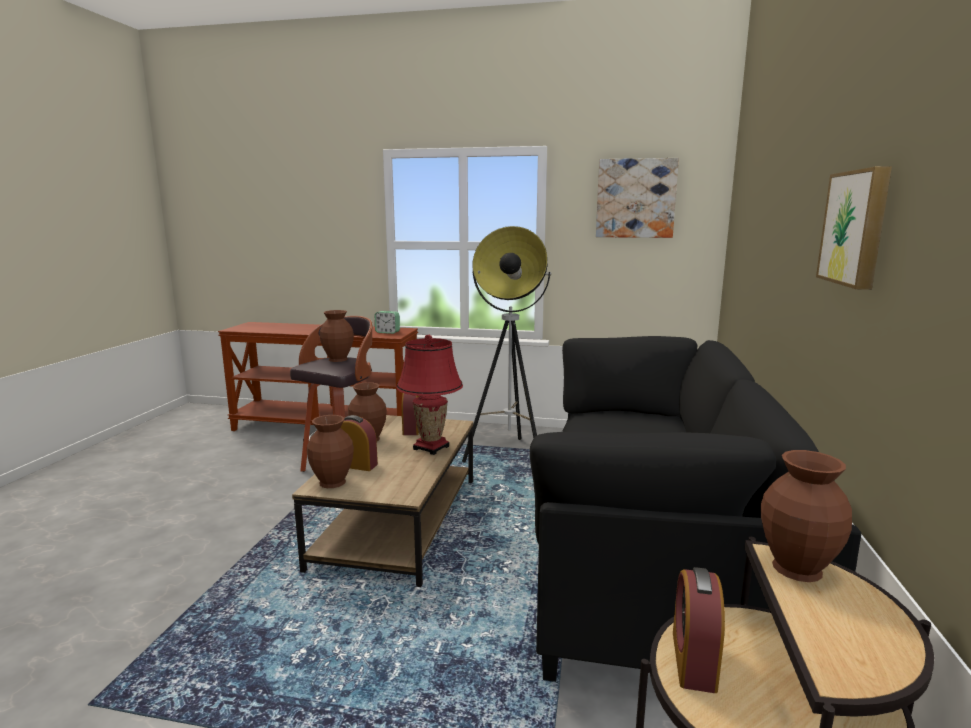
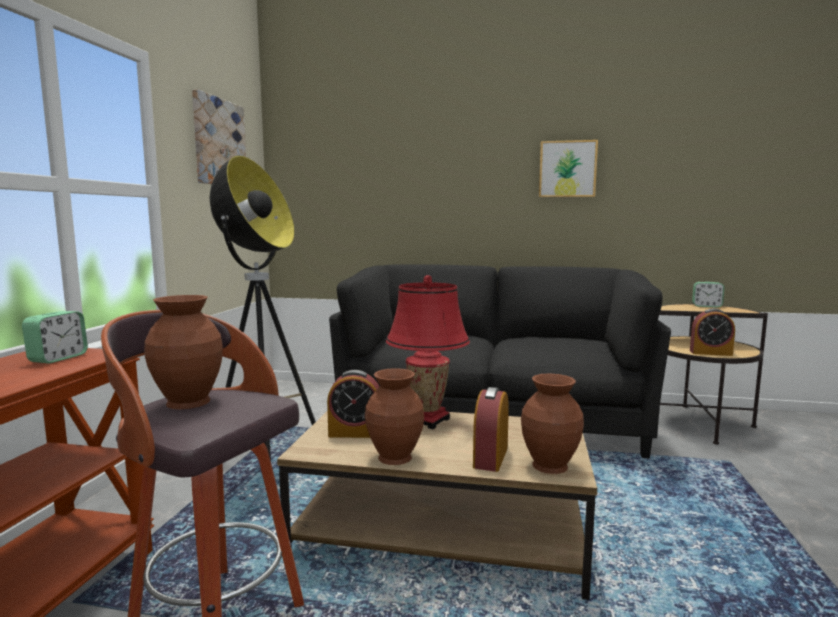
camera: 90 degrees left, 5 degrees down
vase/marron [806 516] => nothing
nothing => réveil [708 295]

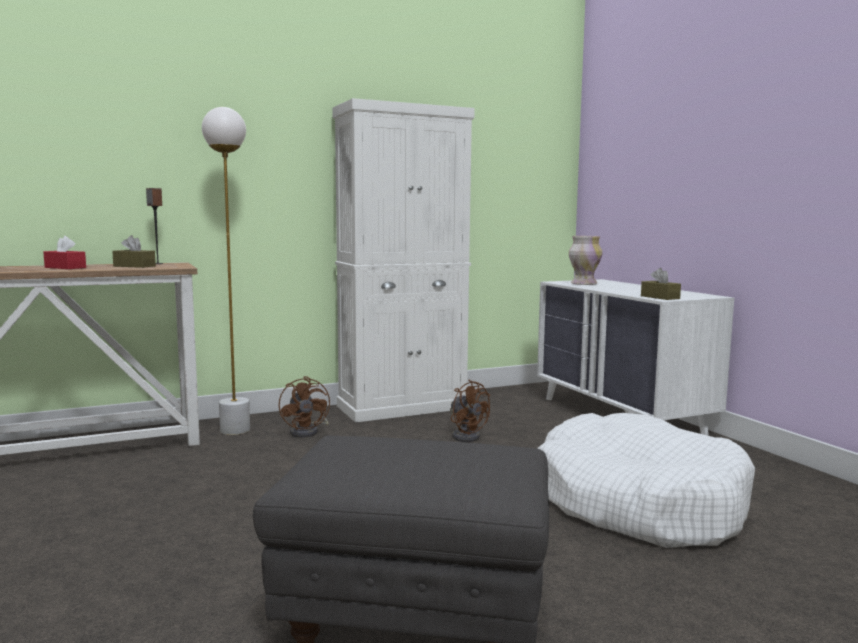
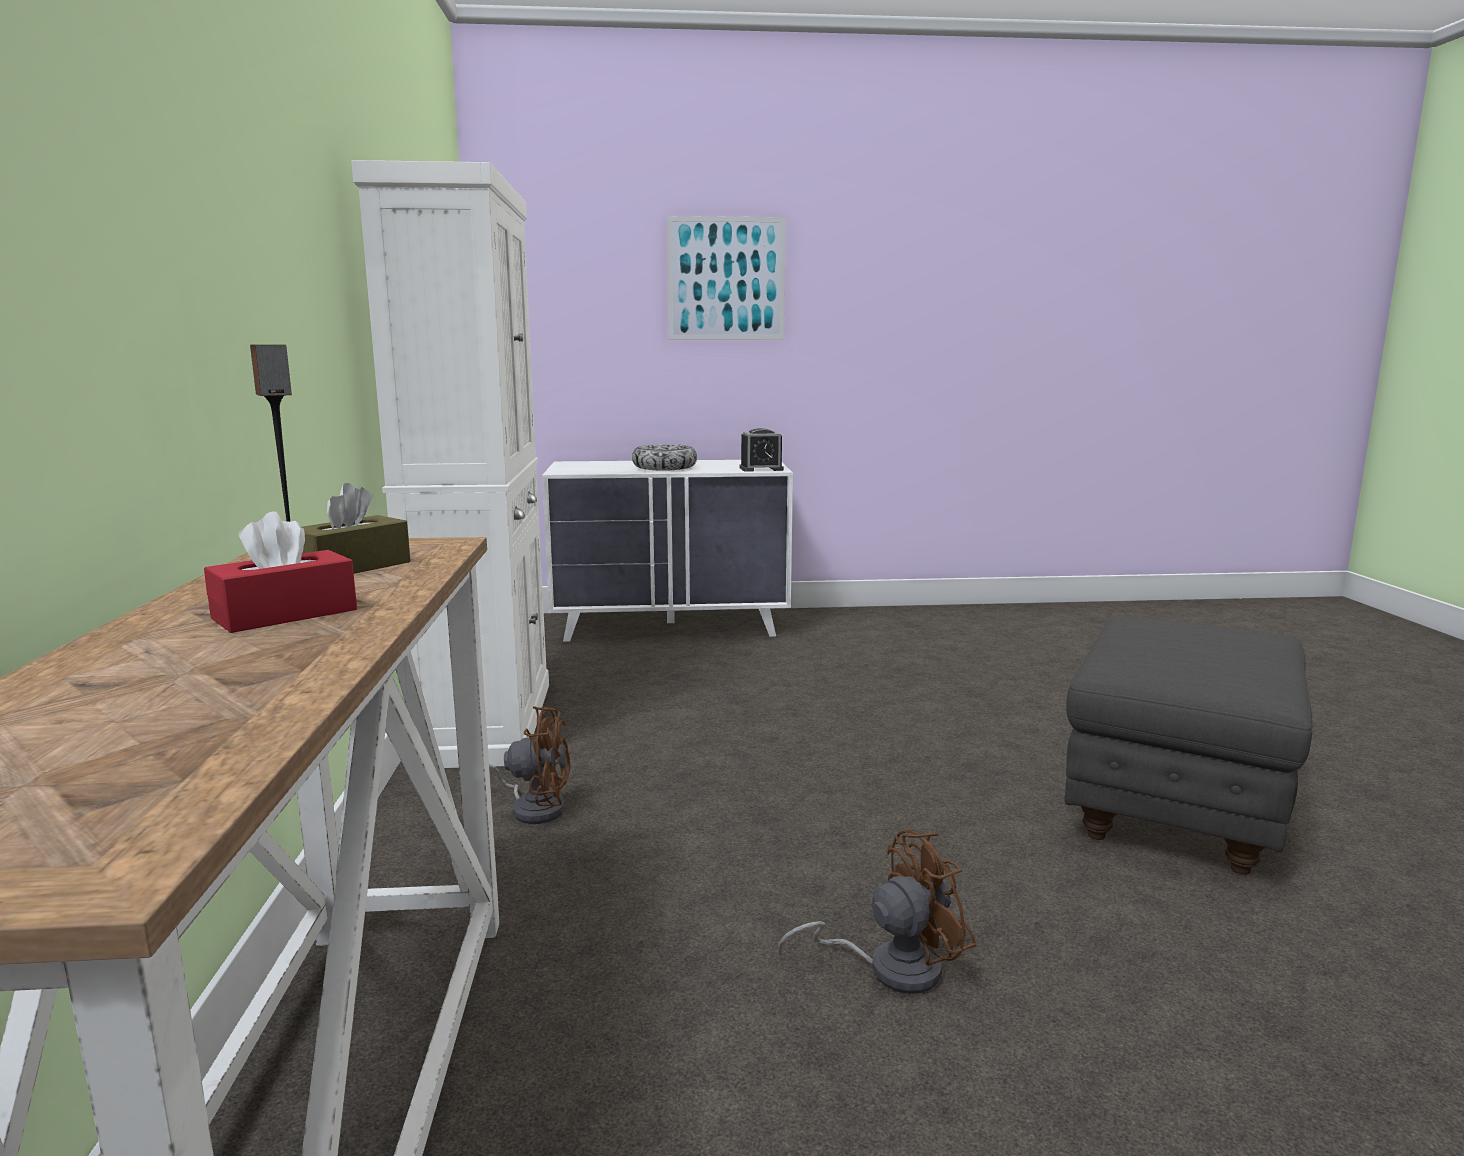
camera: 70 degrees left, 5 degrees up
lampadaire/blanc [226 271] => nothing
ventilateur/marron [470 411] => ventilateur/marron [877 912], move
panier pour chien/blanc [646 480] => nothing
vase [585 260] => nothing
boîte à mouchoirs/marron [661 284] => réveil [762 450]
nothing => bol [664 457]
nothing => tableau [726 277]

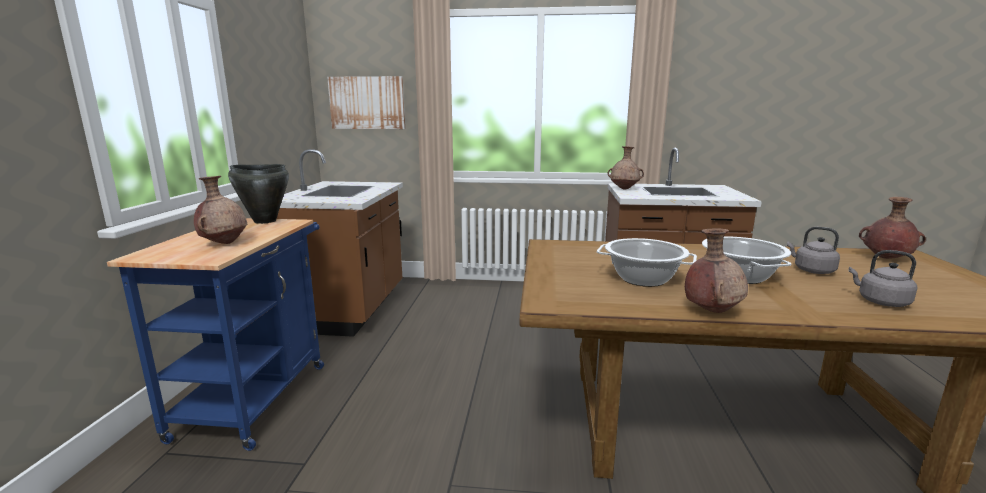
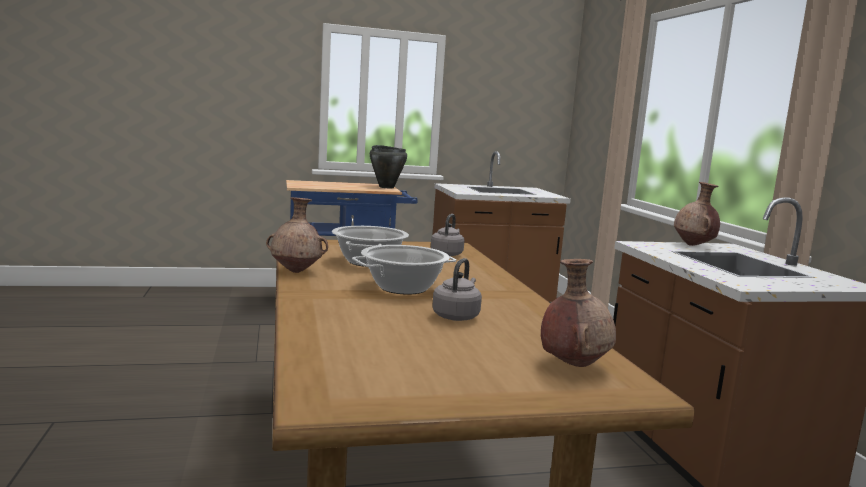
camera: 70 degrees right, 5 degrees down
vase/marron [220 210] => nothing
tableau [366 102] => nothing
bouilloire/gris [882 278] => bouilloire/gris [447 235], move

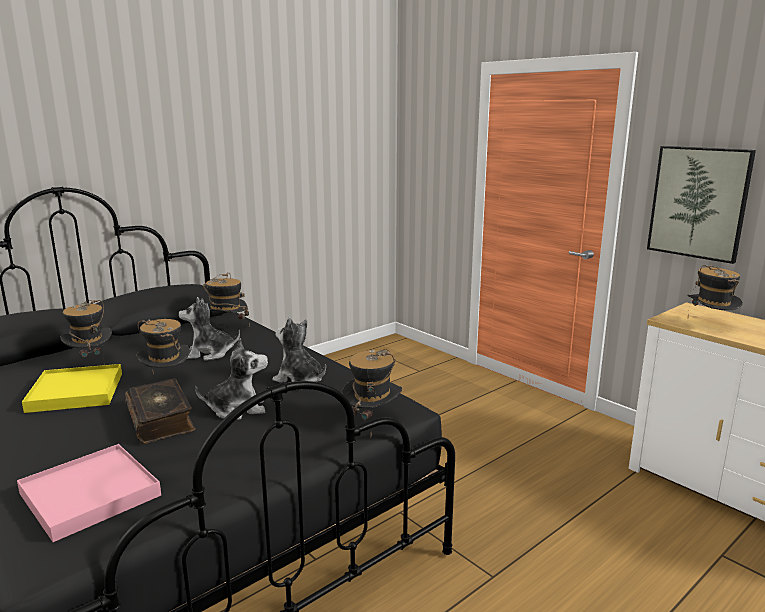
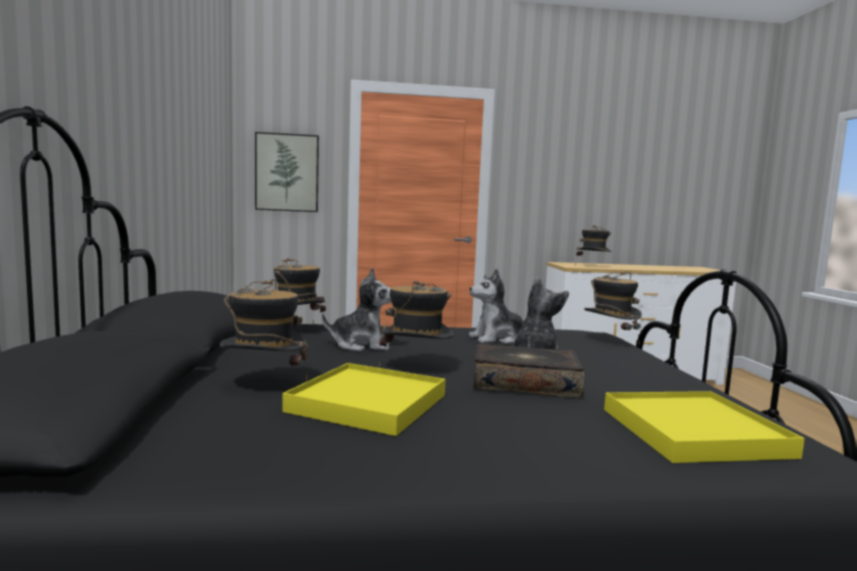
camera: 55 degrees left, 10 degrees down
plateau/rose [89 493] => plateau/jaune [704 427]
peluche [209 329] => peluche [356 309], 120 degrees counterclockwise
tableau [701 205] => tableau [287 172], move

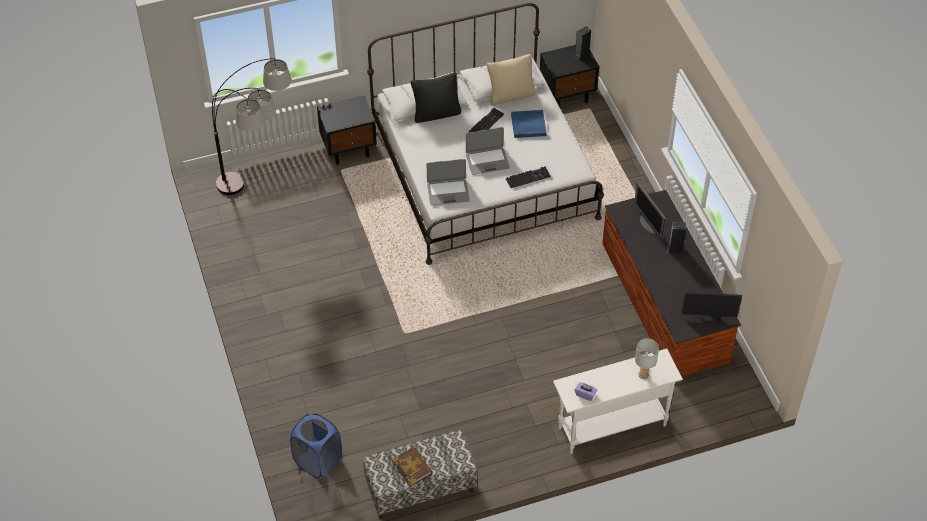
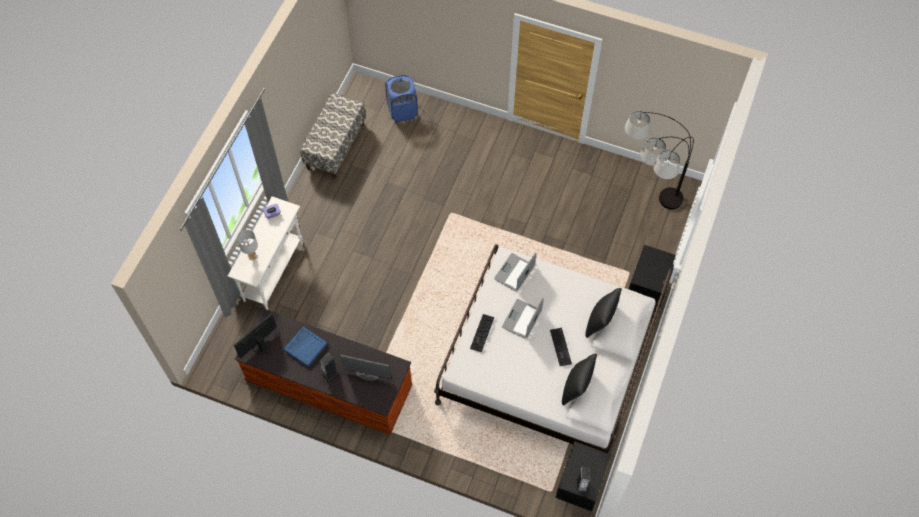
camera: 130 degrees right, 10 degrees up
livre [412 467] => nothing
coussin/beige [511 79] => coussin/noir [579 379]
plateau/bleu [528 124] => plateau/bleu [305 347], move

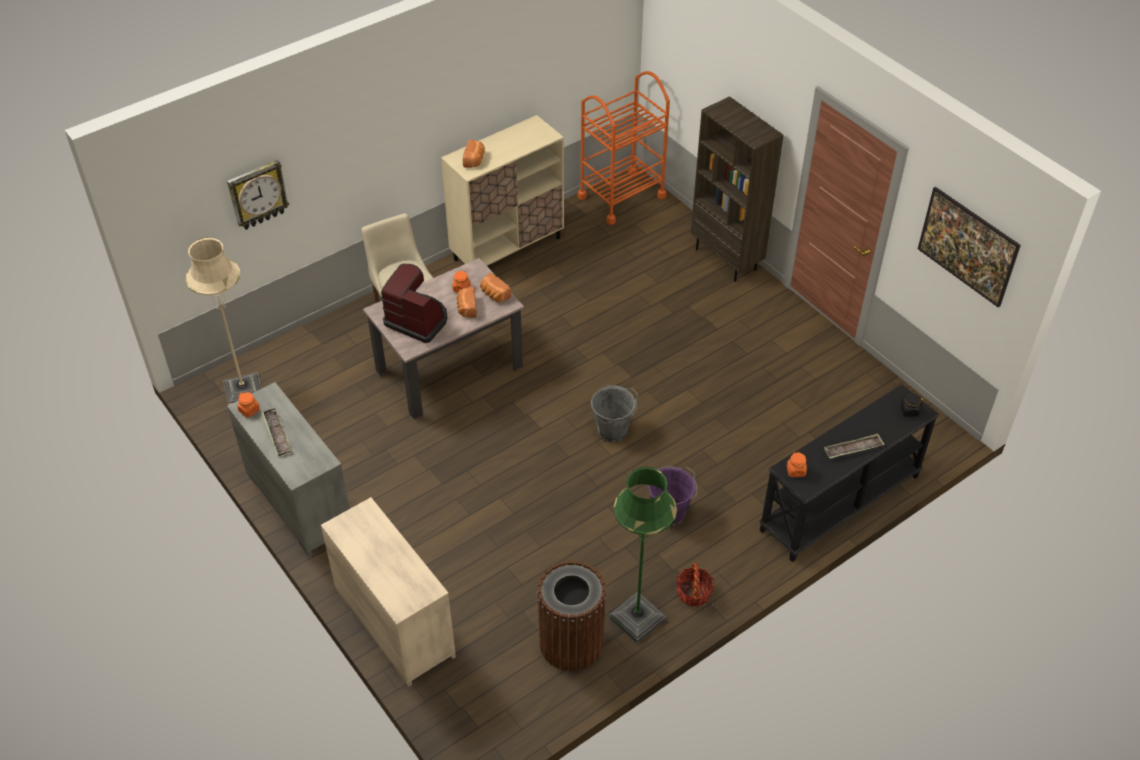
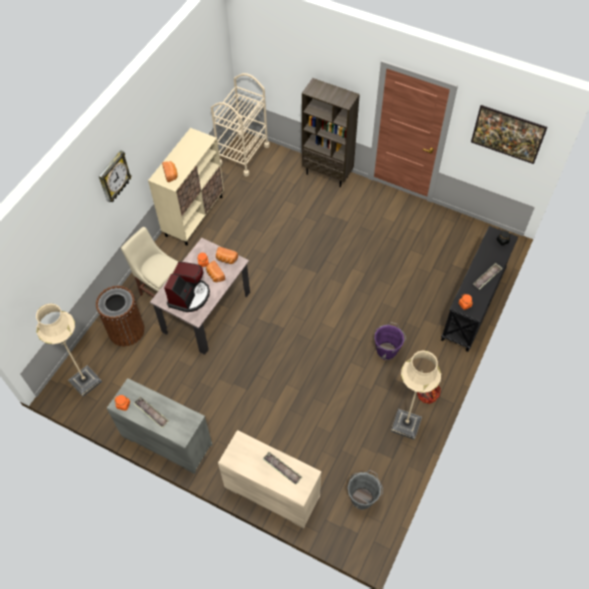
camera: 25 degrees left, 10 degrees up
horloge murale [258 194] => horloge murale [115 176], move
machine à café [414 303] => machine à café [187 287], 105 degrees clockwise
poubelle/marron [571 616] => poubelle/marron [120 316], move
chariot/orange [624 148] => chariot/beige [240 124]
seau/gris [614 413] => seau/gris [365 490], move
lampadaire/vert [643 555] => lampadaire/beige [416 395]
nothing => plateau [282 468]

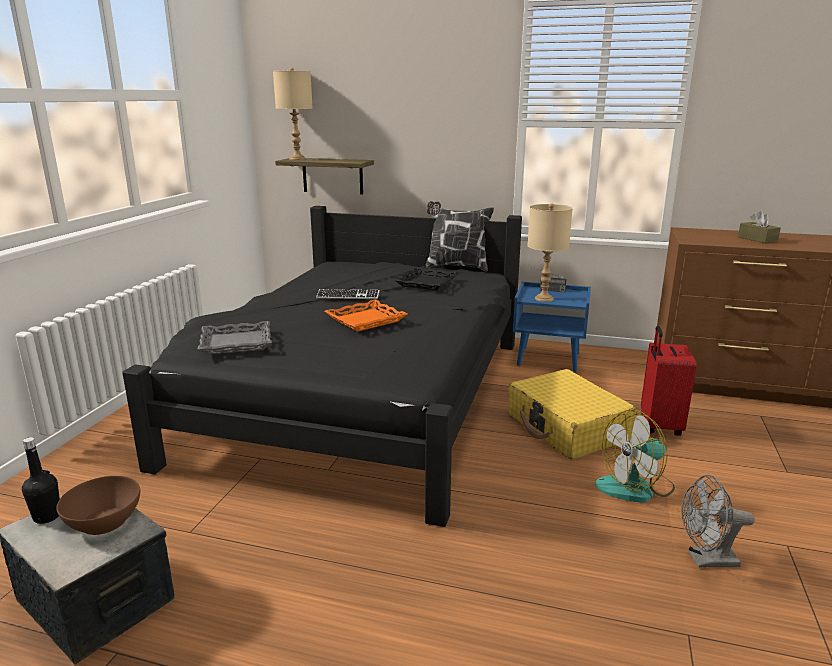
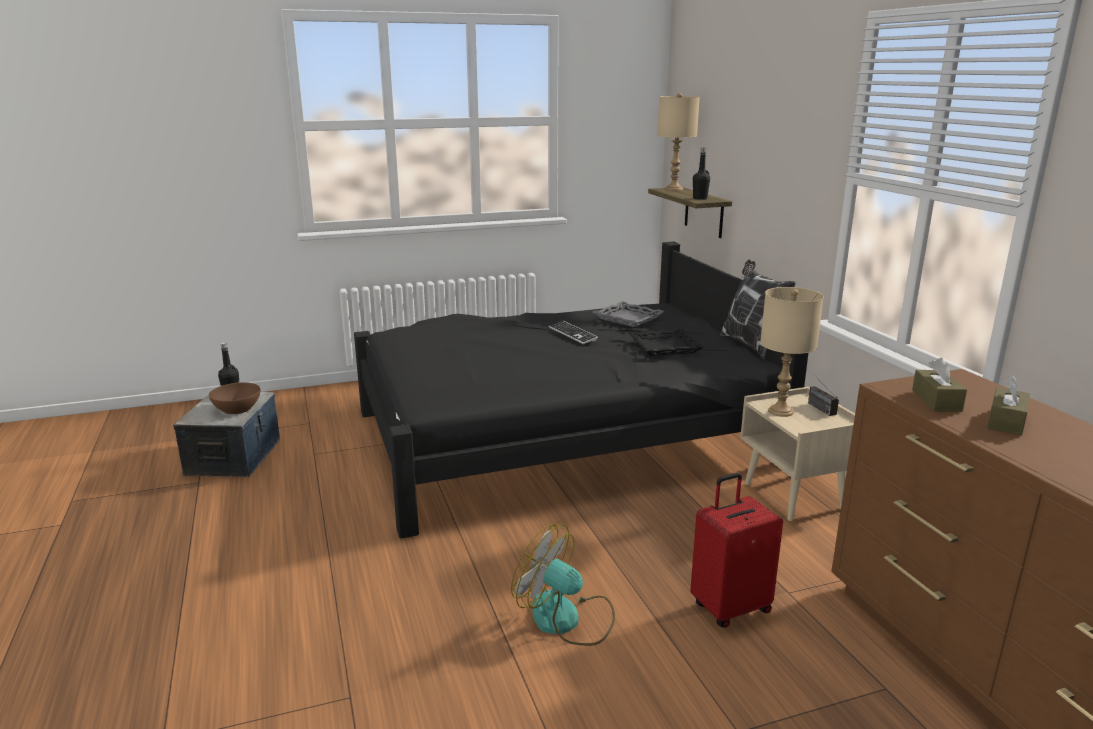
camera: 55 degrees right, 0 degrees up
plateau/gris [235 338] => plateau/gris [628 314], move
plateau/orange [365 315] => nothing
valise/jaune [572 414] => nothing
table de chevet/bleu [552 327] => table de chevet/beige [797 454]
ventilateur/gris [718 521] => nothing
nothing => bouteille/noir [701 174]
nothing => boîte à mouchoirs/marron [939 385]

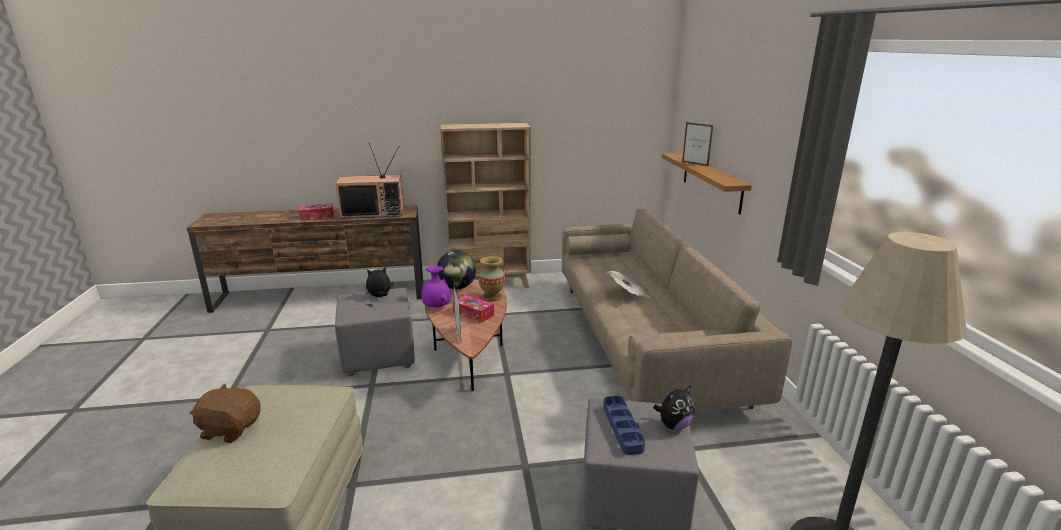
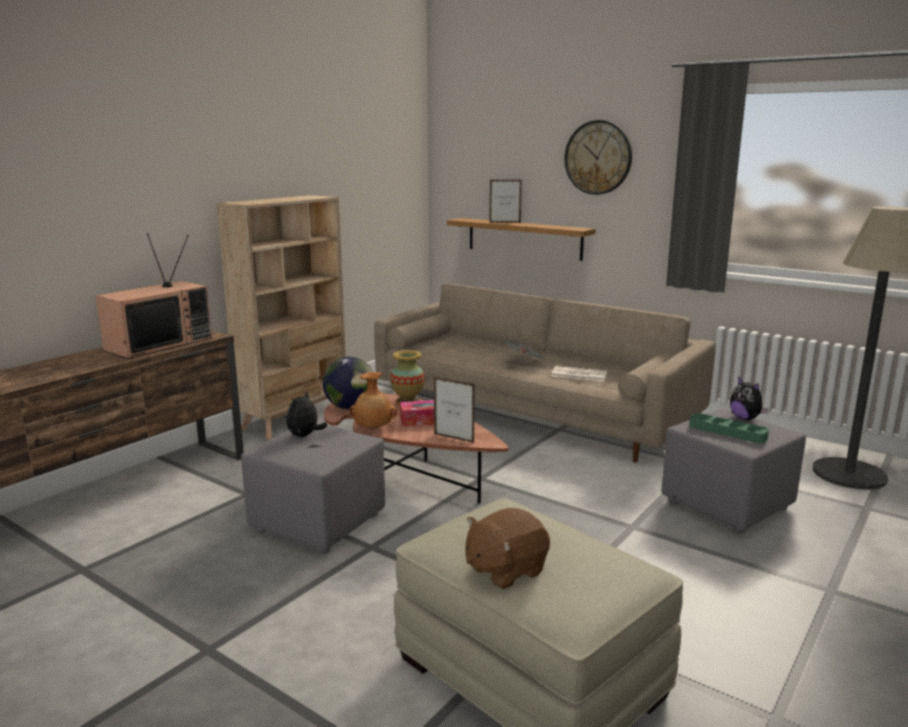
camera: 45 degrees left, 5 degrees down
boîte à mouchoirs [316 212] => nothing
vase/violet [436 286] => vase/marron [373 400]
plateau/bleu [624 425] => plateau/vert [729 428]
peluche [674 408] => peluche [749 398], 135 degrees clockwise
nothing => journal [579 373]
nothing => horloge murale [598 157]

